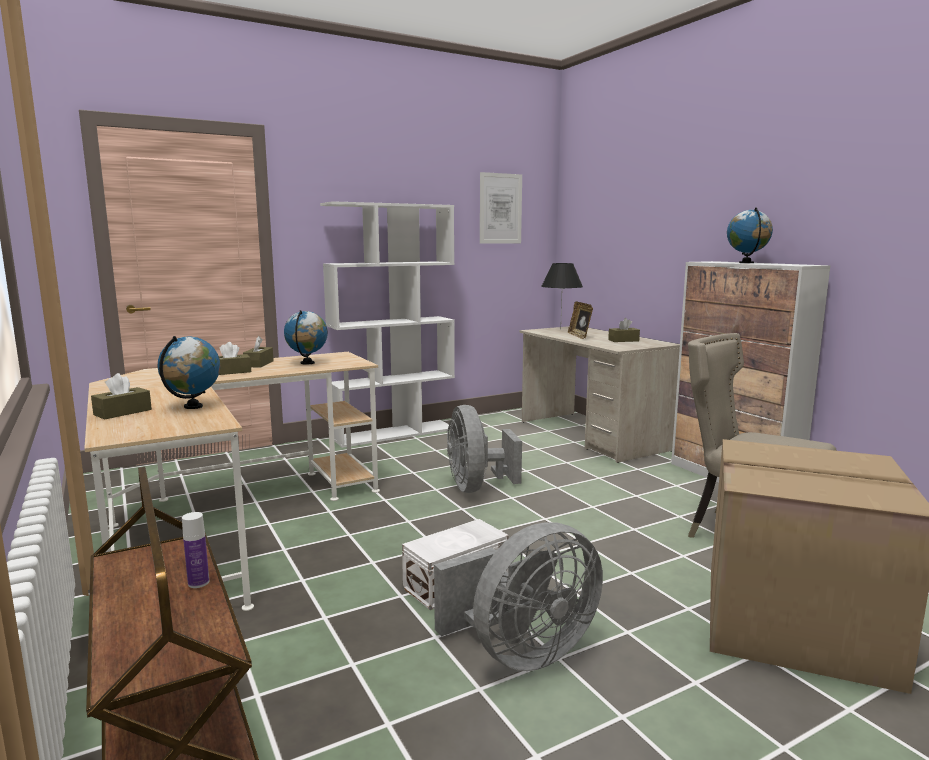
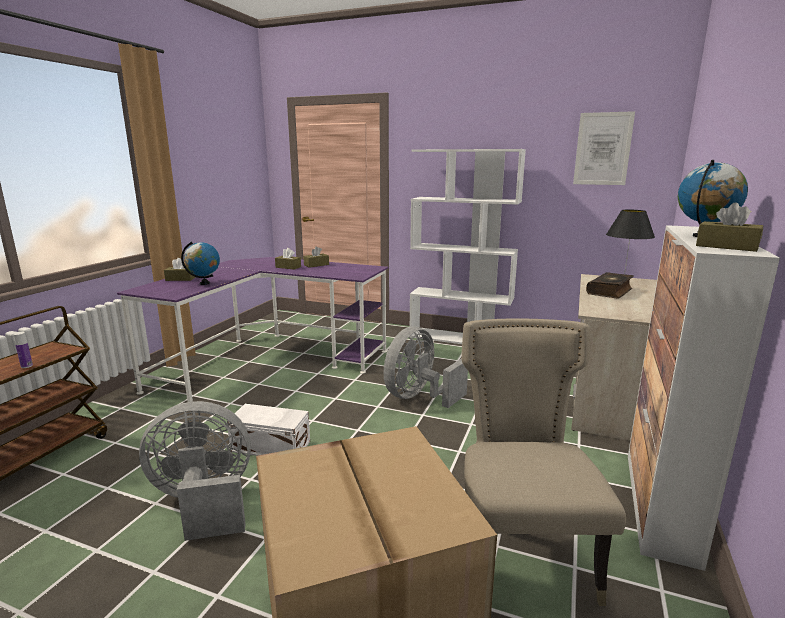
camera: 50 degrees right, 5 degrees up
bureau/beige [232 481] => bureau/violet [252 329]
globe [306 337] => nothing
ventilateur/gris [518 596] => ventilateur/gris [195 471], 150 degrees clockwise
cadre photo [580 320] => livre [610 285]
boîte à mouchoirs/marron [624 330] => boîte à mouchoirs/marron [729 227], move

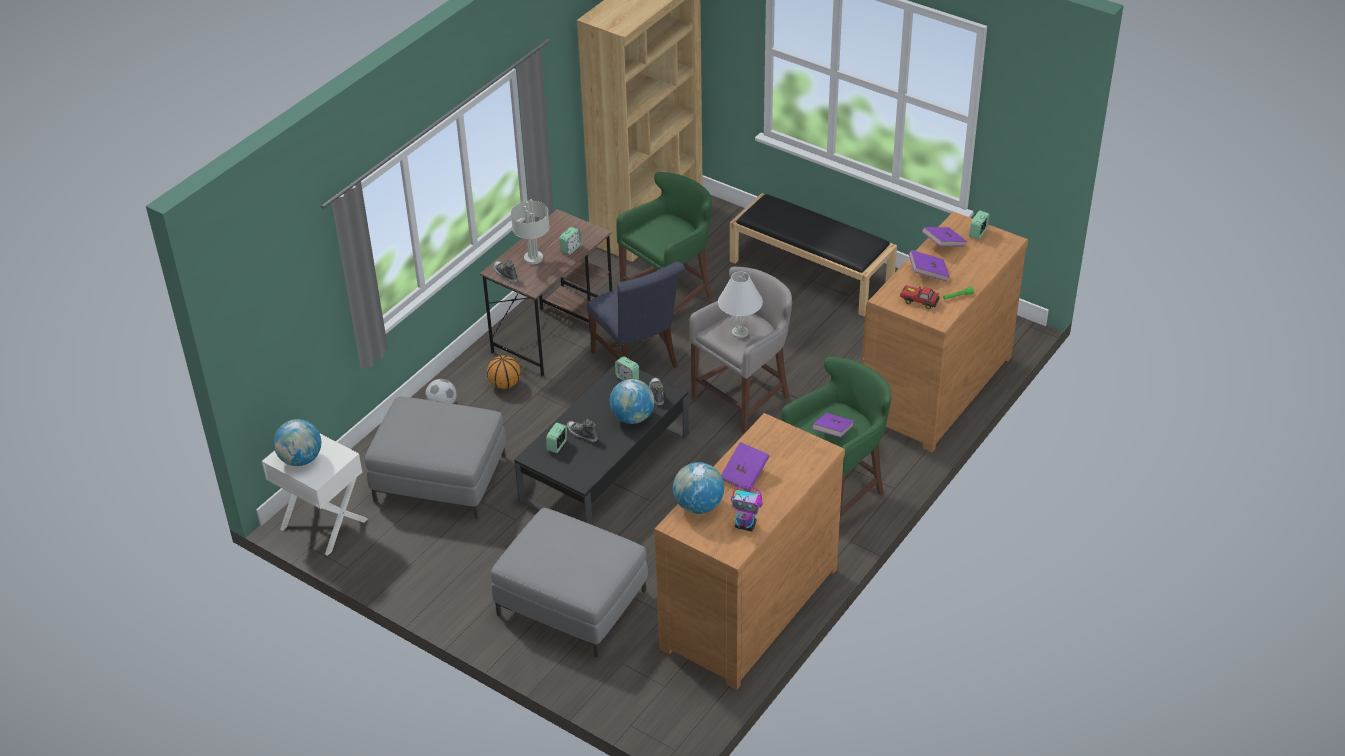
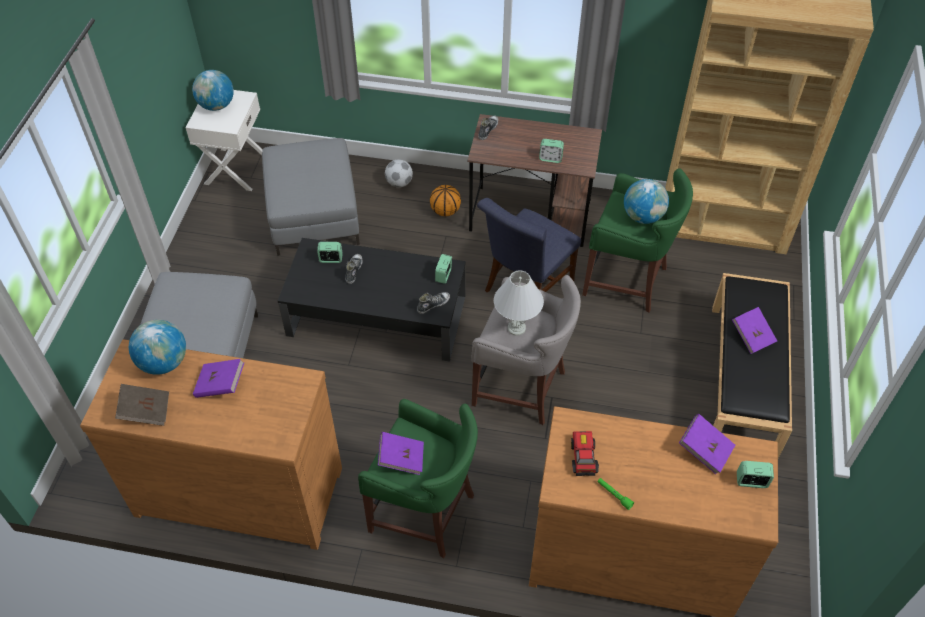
camera: 65 degrees right, 10 degrees up
lampe de table/gris [530 231] => nothing
globe [632 401] => globe [646 201], move
robot jouet [747 508] => livre/marron [142 405]
livre/violet [929 266] => livre/violet [754 330], move

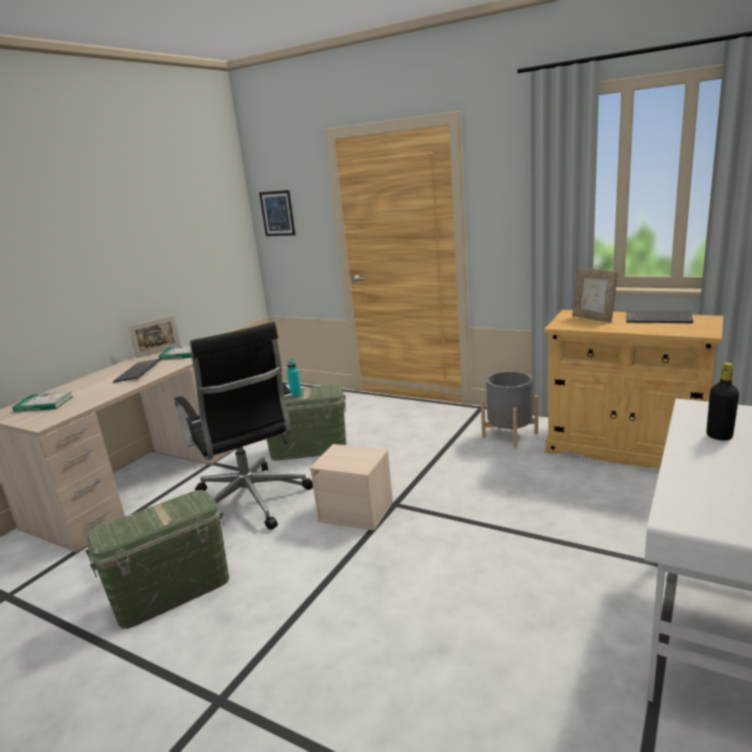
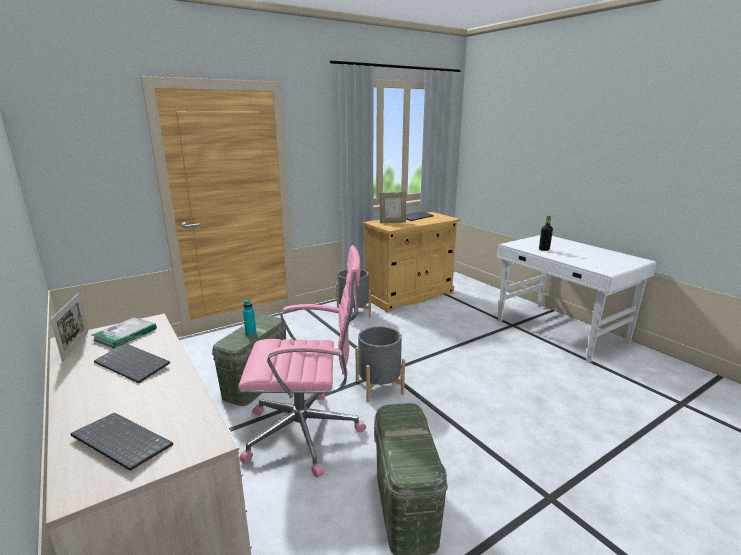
camera: 65 degrees left, 0 degrees up
livre [43 402] => clavier [122 442]
chaise de bureau/noir [243 426] => chaise de bureau/rose [302 361]
tableau [277 213] => nothing
boîte de rangement/beige [351 487] => cache-pot/gris [380 364]

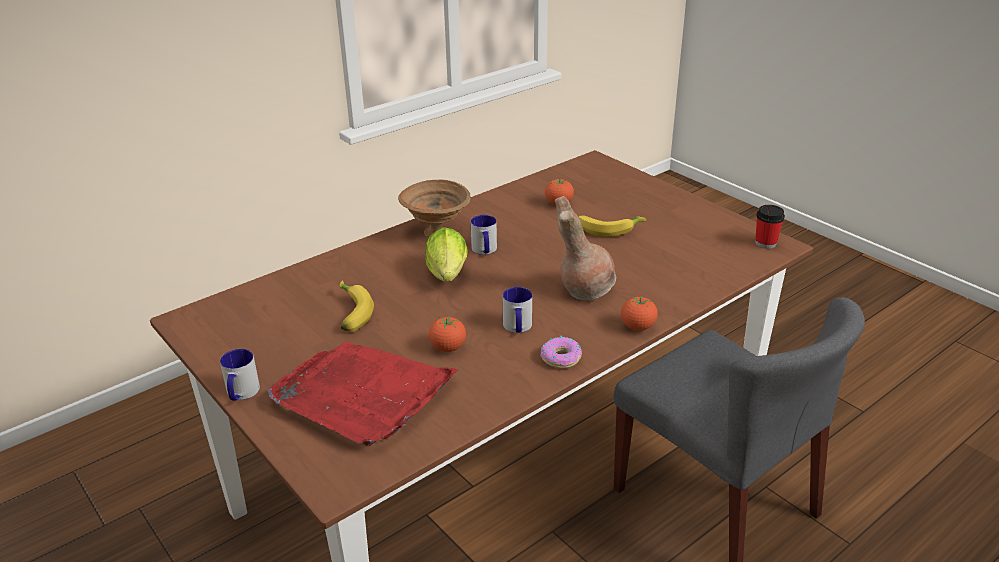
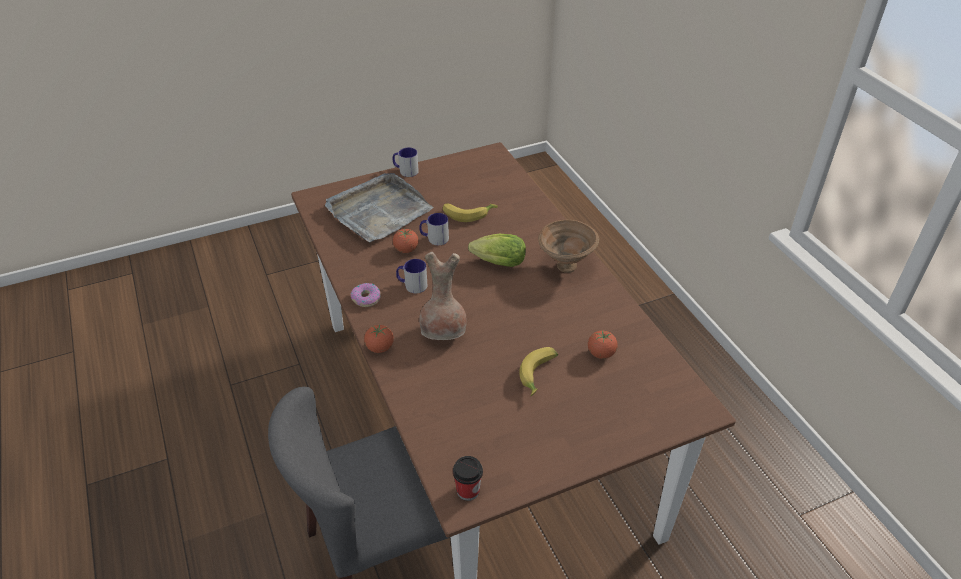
camera: 105 degrees right, 10 degrees up
plateau/rouge [363 393] => plateau/gris [379 207]
mug [484 235] => mug [434 229], move

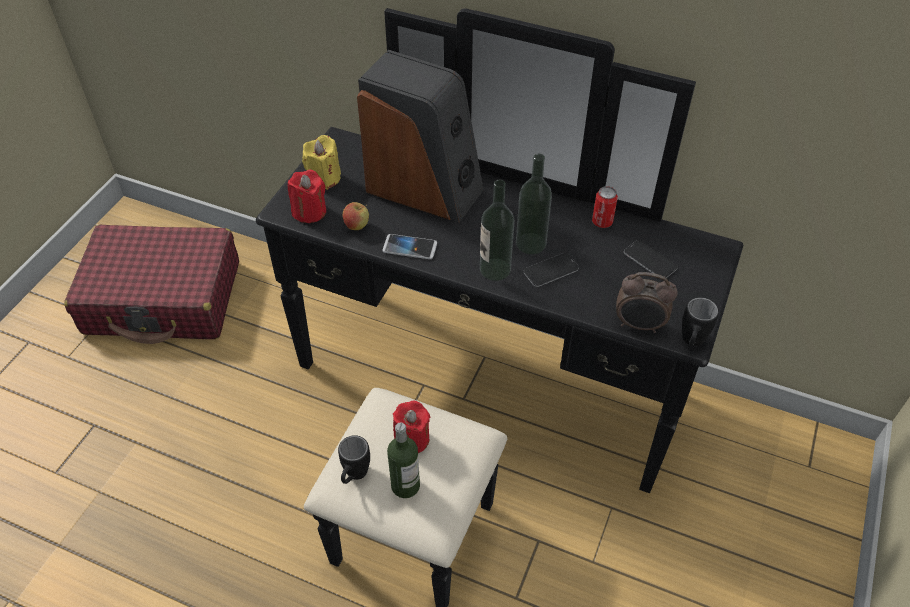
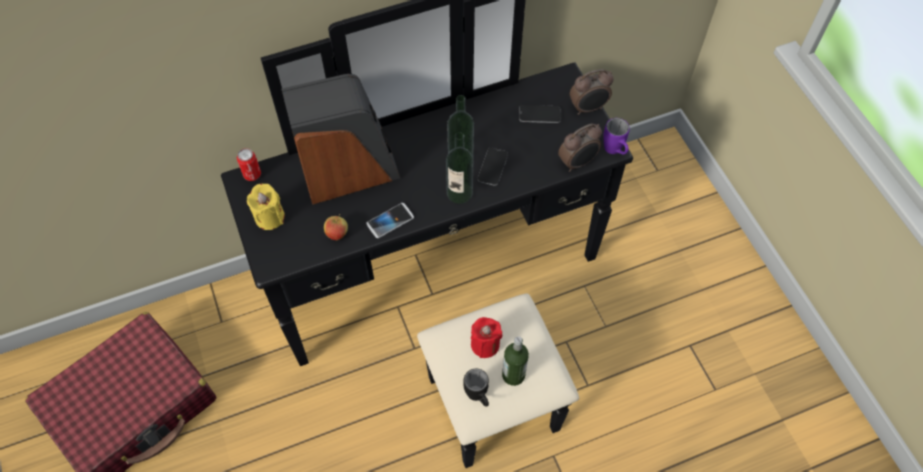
camera: 45 degrees left, 10 degrees up
bougie/rouge [307 196] => nothing
boîte métallique [605 207] => boîte métallique [249 164], move
mug/noir [700 321] => mug/violet [616 136]
nothing => réveil [592 92]

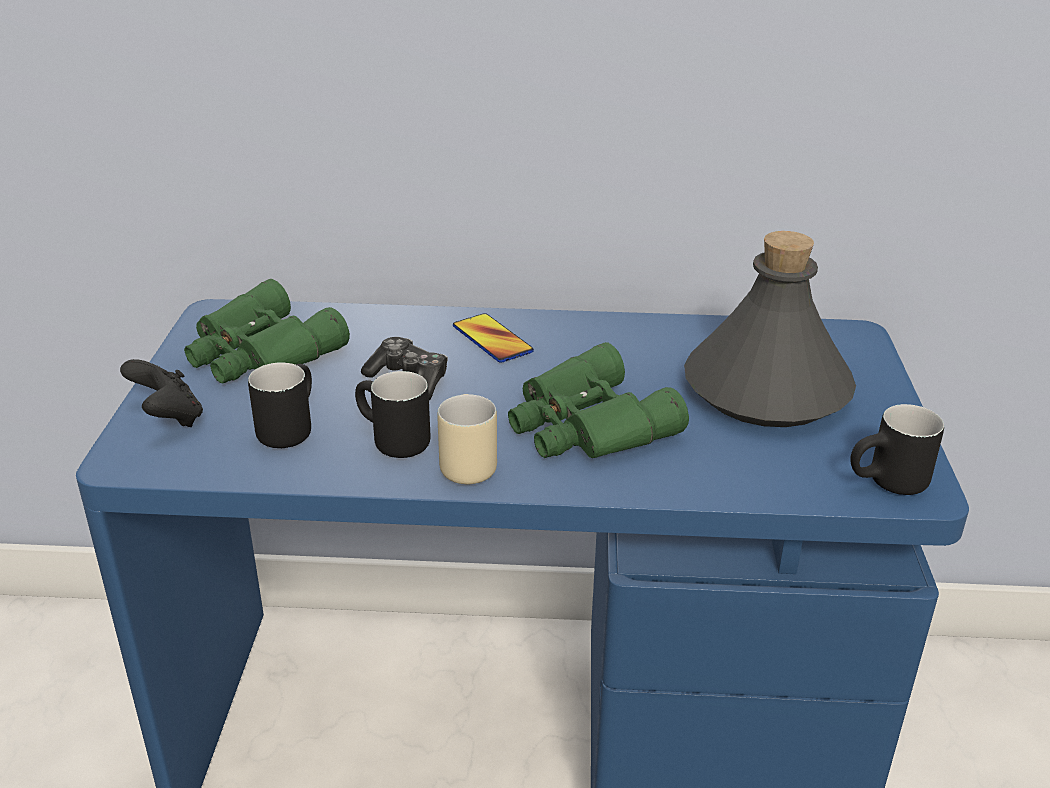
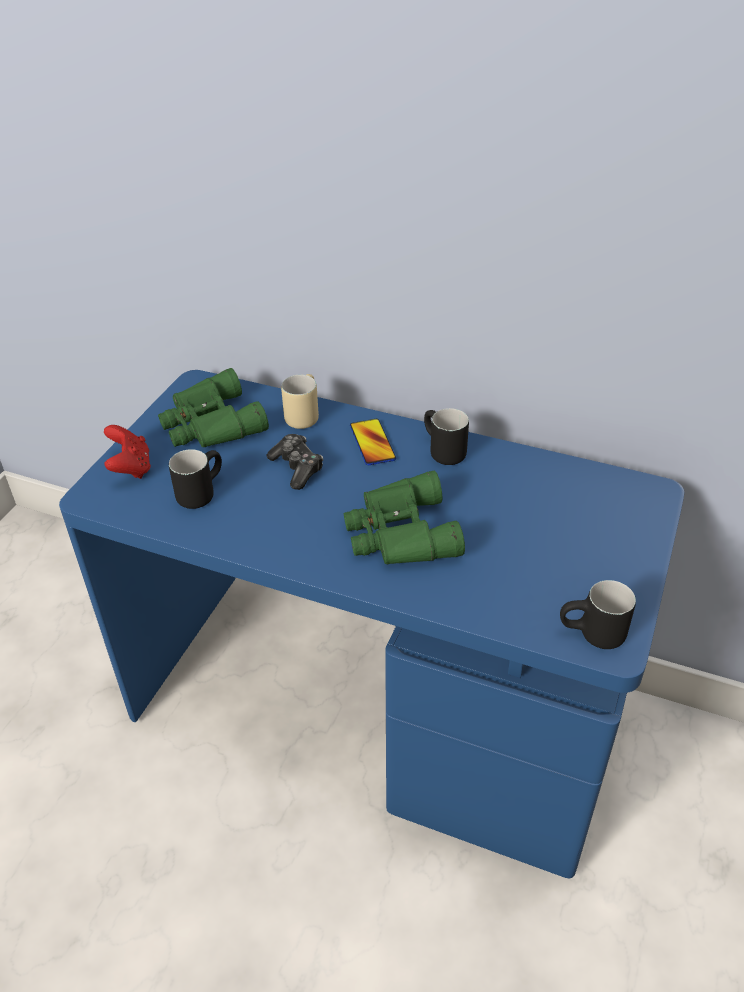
camera: 20 degrees right, 10 degrees up
manette/noir [161 393] => manette/rouge [127 452]
mug/noir [392 414] => mug/noir [446 436], move
mug/beige [467 439] => mug/beige [300 401], move
bouteille/gris [770 329] => nothing

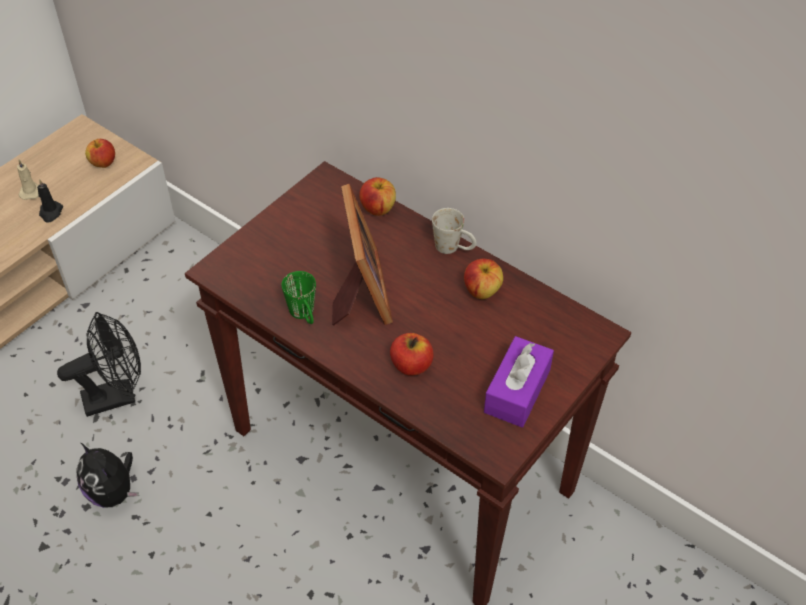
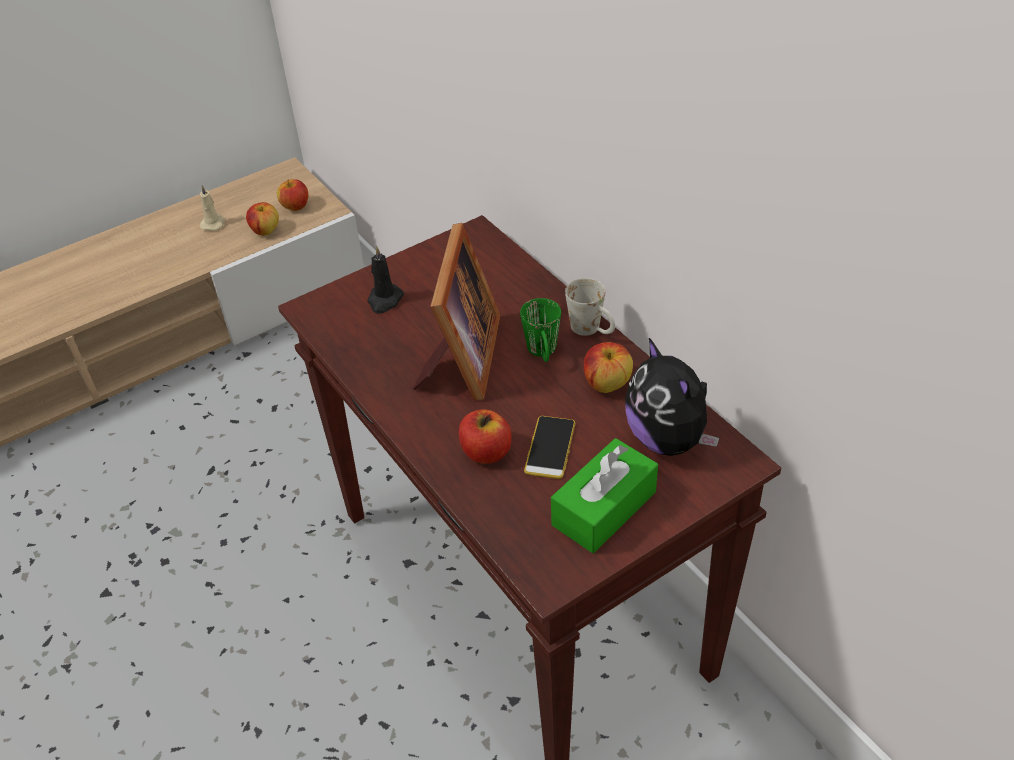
camera: 20 degrees right, 5 degrees down
bougie/noir [50 201] => bougie/noir [386 280], move
ventilateur/noir [99 364] => nothing
peluche [107 475] => peluche [672 397], move
mug/vert [299 297] => mug/vert [540 330], move
pomme [377 196] => pomme [262 219], move
boîte à mouchoirs/violet [519 381] => boîte à mouchoirs/vert [604 495]
nothing => téléphone [550 447]

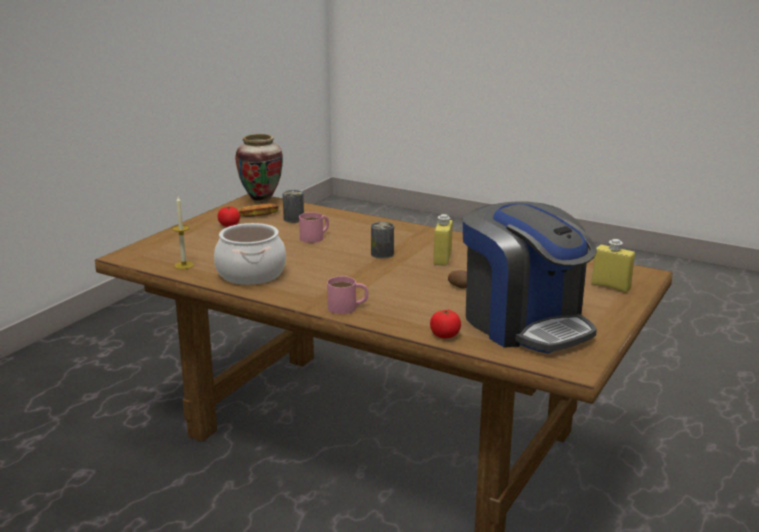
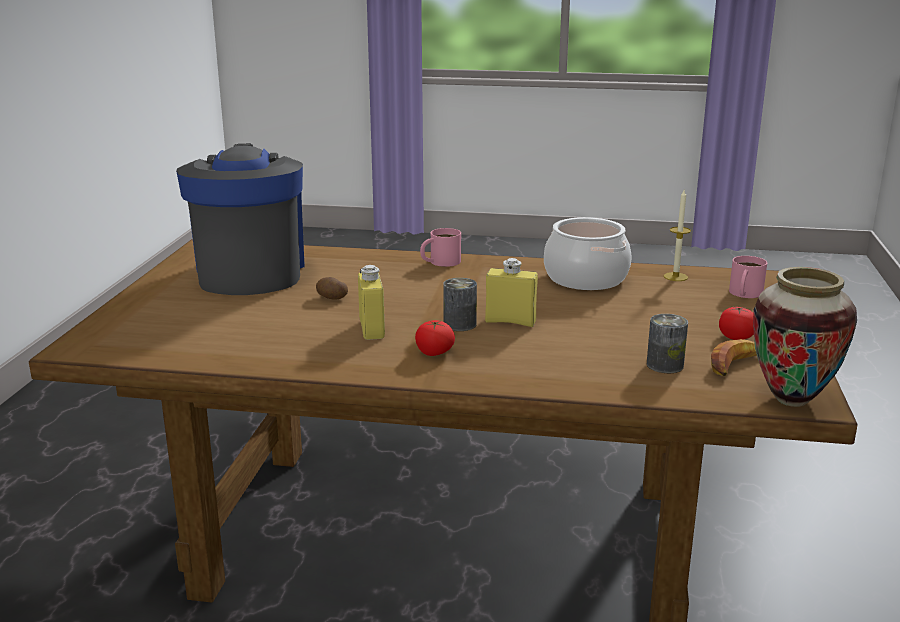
camera: 160 degrees right, 0 degrees up
mug/rose [314 227] => mug/rose [748 277], move
tomate [445 324] => tomate [435 338], move
machine à café [530 277] => machine à café [240 219], 45 degrees clockwise
bouteille/jaune [613 266] => bouteille/jaune [511 292], move

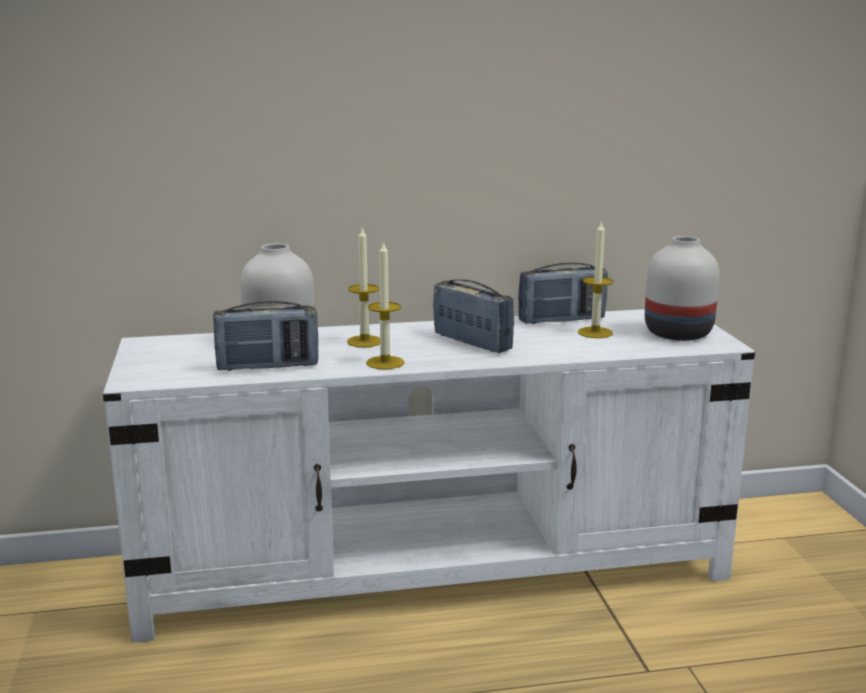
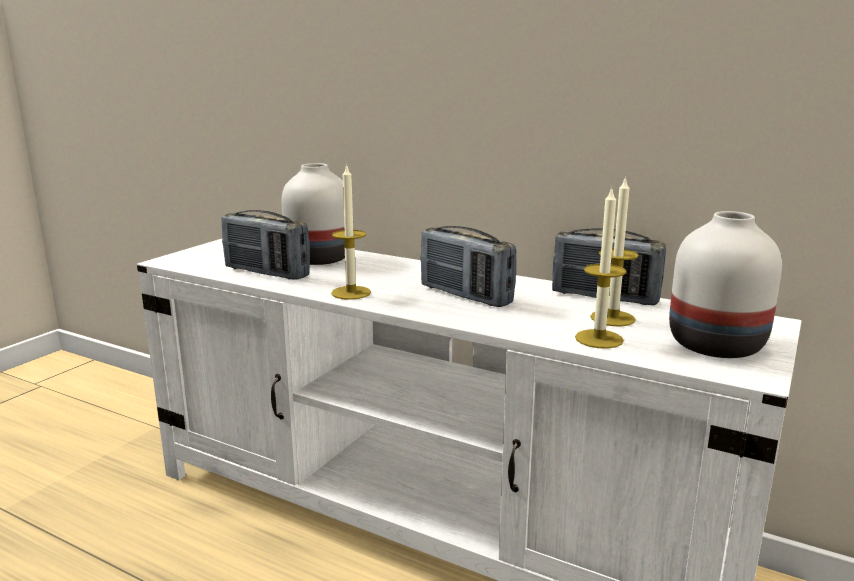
camera: 40 degrees right, 0 degrees up
bougie [363 287] => bougie [600 267], move
radio [473 316] => radio [468 266], 135 degrees clockwise

